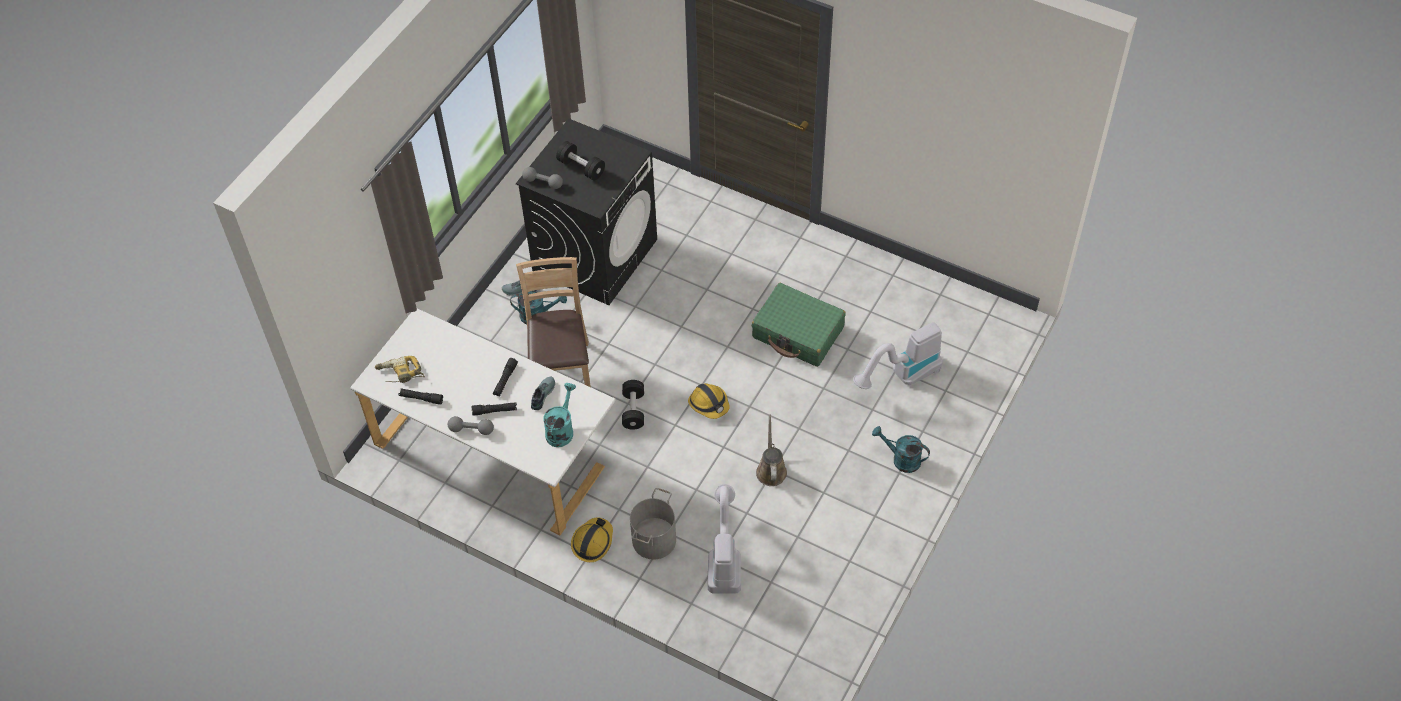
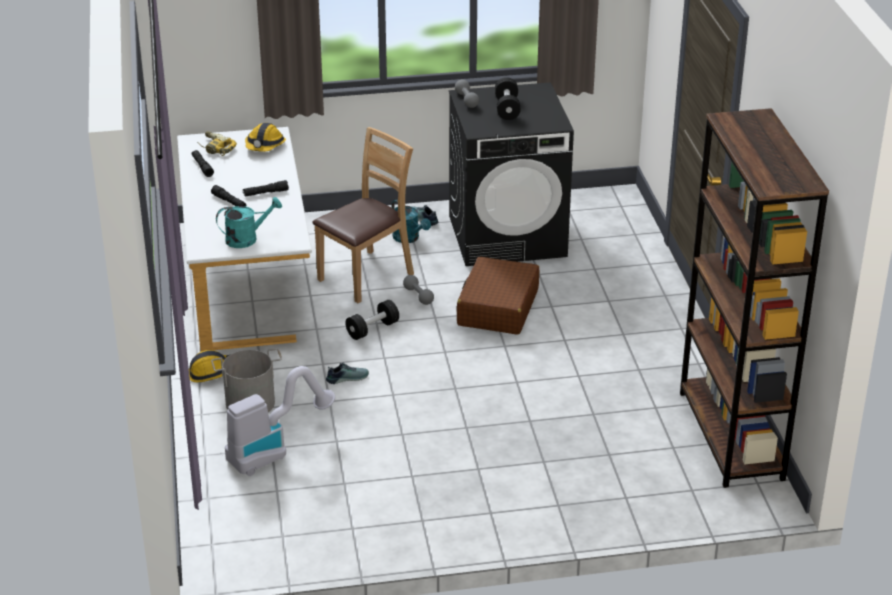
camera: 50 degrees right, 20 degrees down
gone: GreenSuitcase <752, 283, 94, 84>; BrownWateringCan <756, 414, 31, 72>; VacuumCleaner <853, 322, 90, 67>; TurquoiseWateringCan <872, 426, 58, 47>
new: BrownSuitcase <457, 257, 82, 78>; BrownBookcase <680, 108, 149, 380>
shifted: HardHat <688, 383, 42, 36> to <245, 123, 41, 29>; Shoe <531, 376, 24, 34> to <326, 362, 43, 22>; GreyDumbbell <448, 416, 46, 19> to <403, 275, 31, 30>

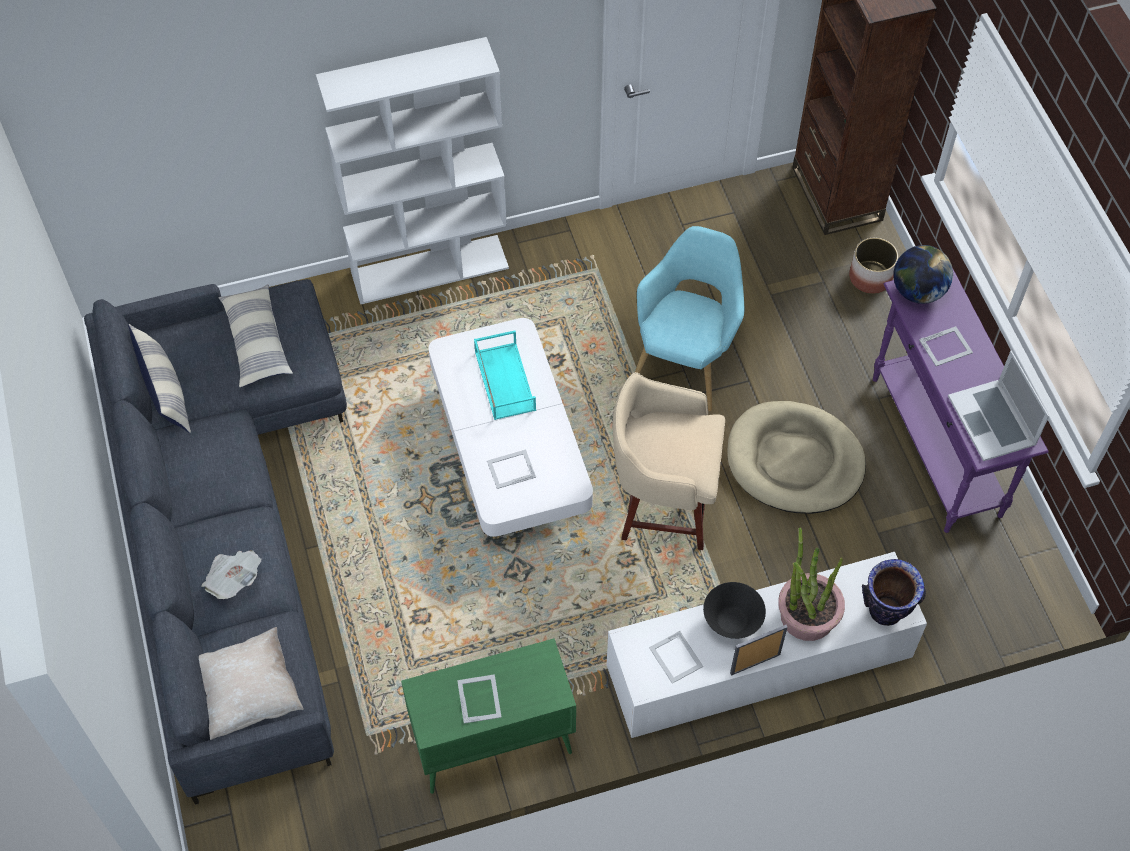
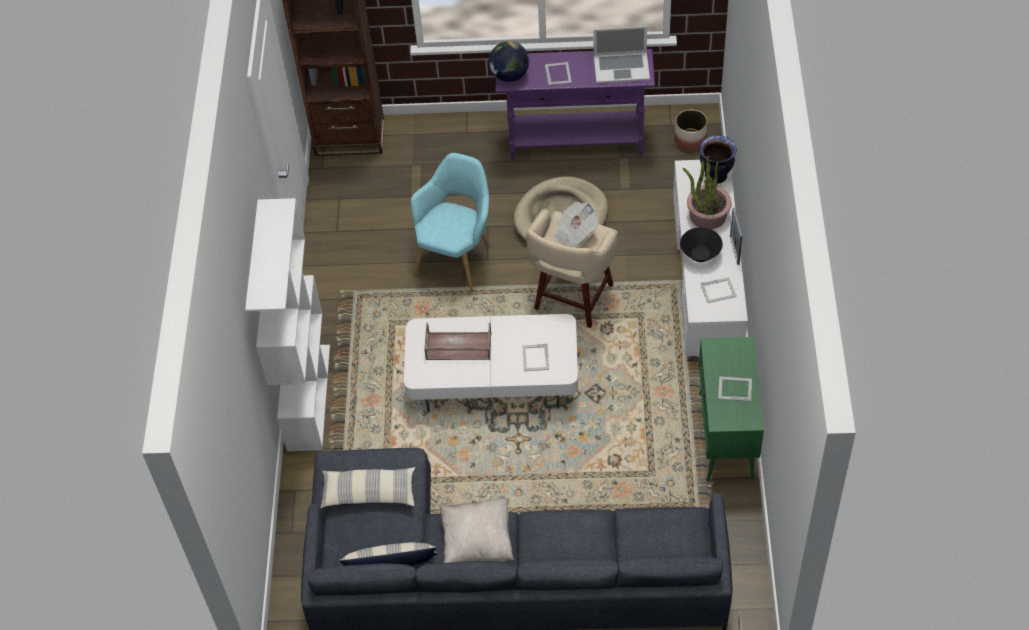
camera: 70 degrees left, 5 degrees down
shifted: BeigePillow <199, 627, 105, 113> to <439, 498, 75, 65>; Newspaper <202, 550, 59, 49> to <553, 202, 46, 46>; Planter <849, 238, 49, 56> to <674, 109, 33, 42>
repainted: TurquoiseTray <474, 330, 62, 90> to BrownTray <424, 322, 68, 38>
rotated: TurquoiseArmchair <635, 226, 109, 185> = <411, 153, 79, 140> 75 degrees clockwise

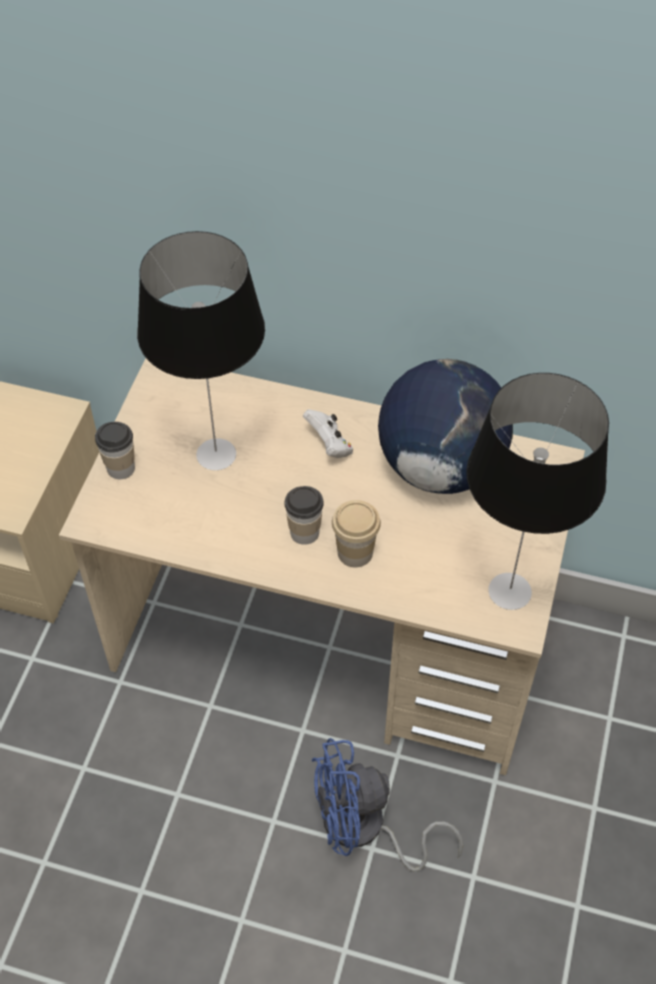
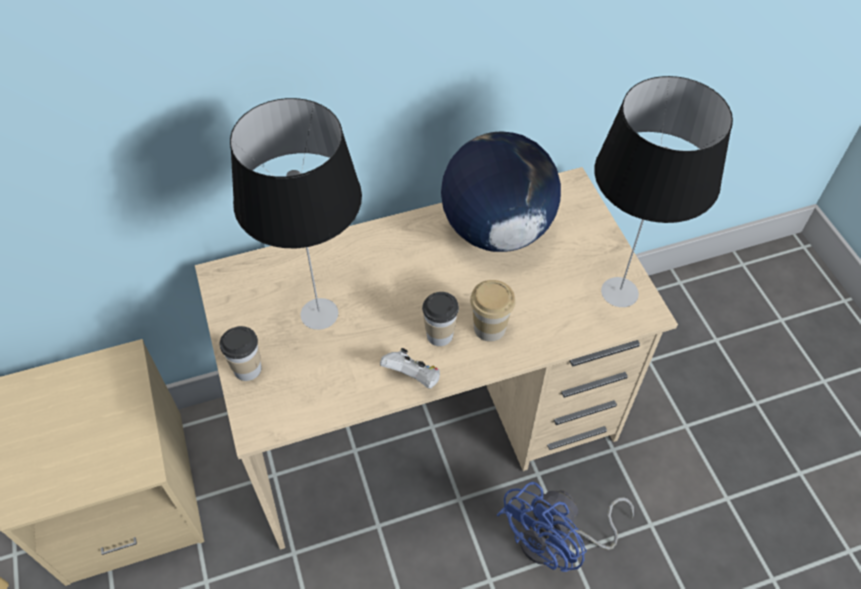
camera: 35 degrees left, 0 degrees up
shifted: WhiteGameController <303, 409, 50, 49> to <380, 348, 60, 41>

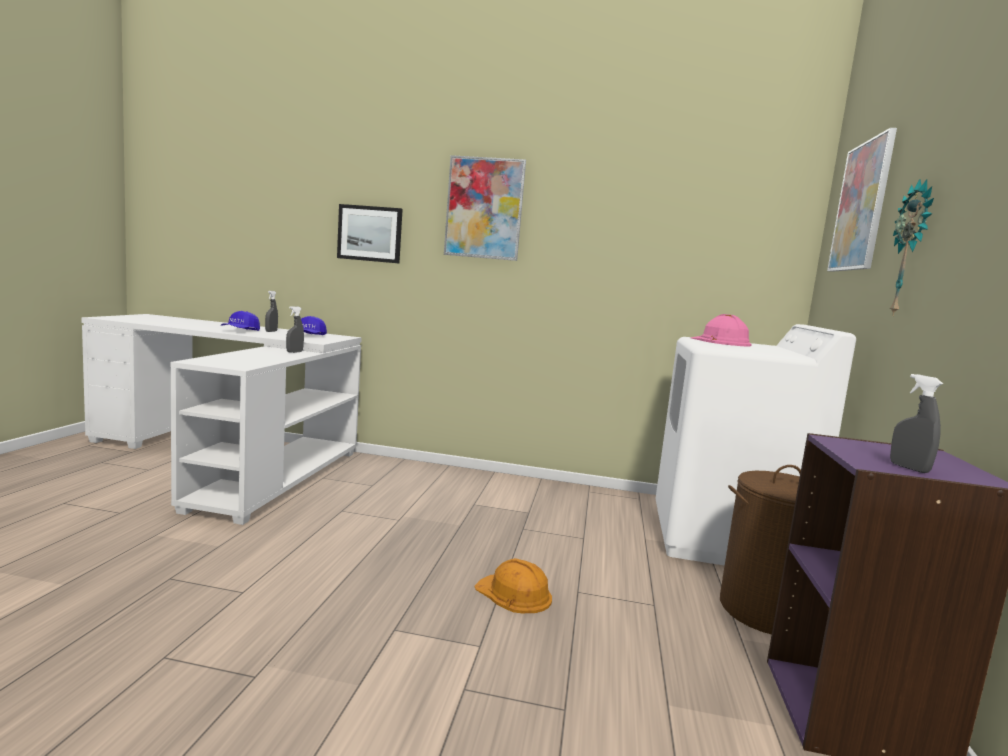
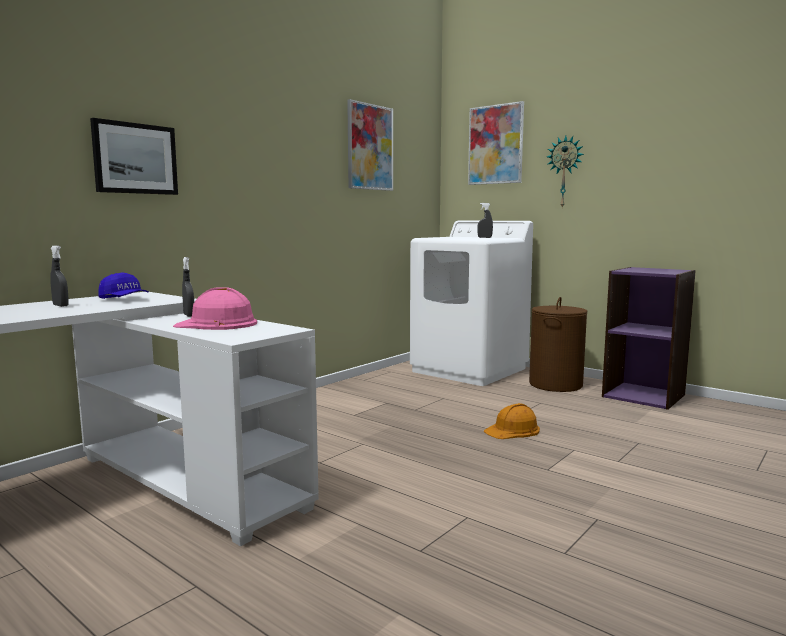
camera: 60 degrees left, 0 degrees up
gone: BlueCap <221, 311, 39, 20>
shifted: PinkHardHat <691, 314, 60, 32> to <173, 288, 84, 42>; Picture <444, 155, 82, 106> to <347, 99, 46, 92>; GreySprayBottle <890, 374, 53, 99> to <477, 203, 16, 35>

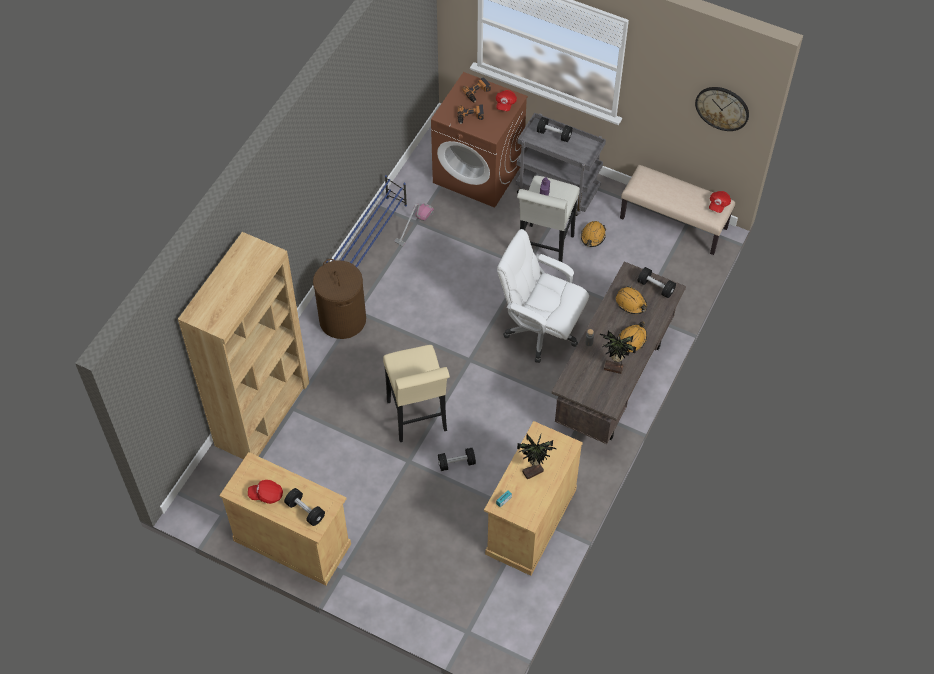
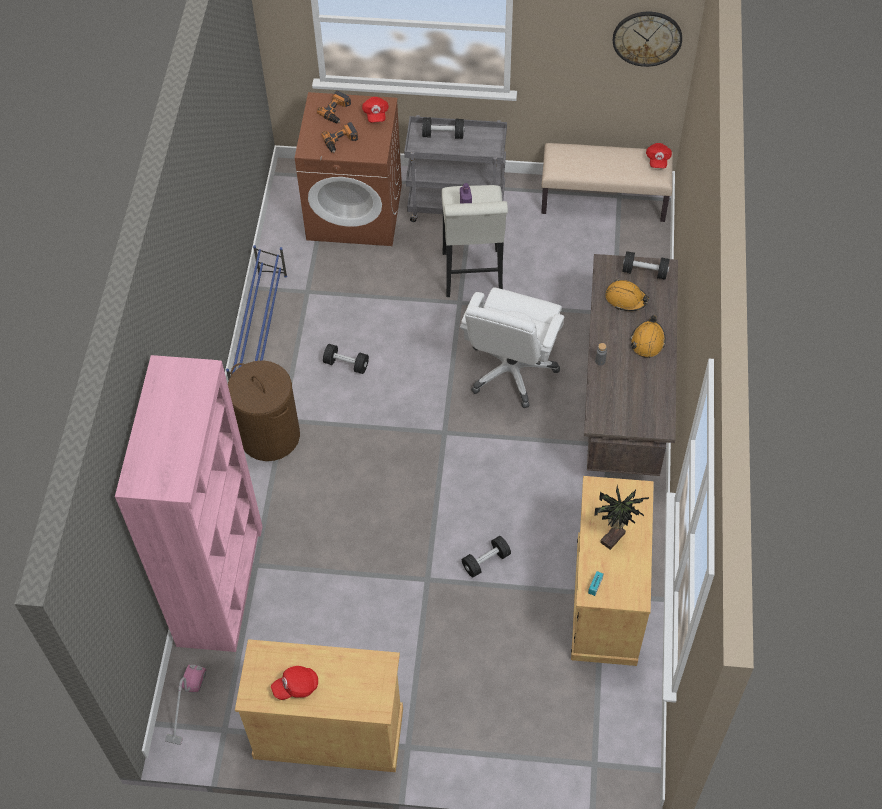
camera: 20 degrees left, 0 degrees up
gone: BeigeStool <383, 345, 67, 97>; OrangeHardHat <581, 221, 25, 26>; PottedPlant <600, 329, 36, 45>
shifted: VacuumCleaner <394, 203, 40, 43> to <165, 665, 41, 80>; BlackDumbbell <284, 488, 41, 38> to <323, 344, 46, 30>
repainted: BrownBookcase <178, 232, 131, 228> to PinkBookcase <115, 355, 148, 297>
rotated: WhiteOfficeChair <497, 229, 92, 134> = <460, 287, 104, 121> 75 degrees counterclockwise

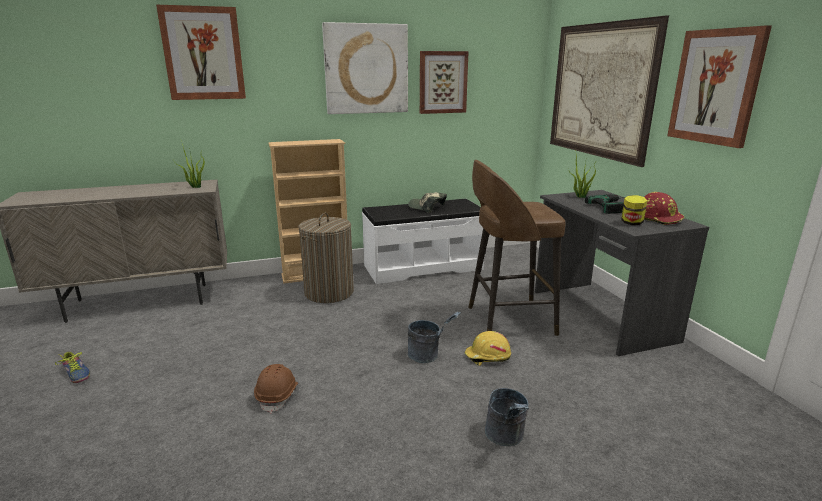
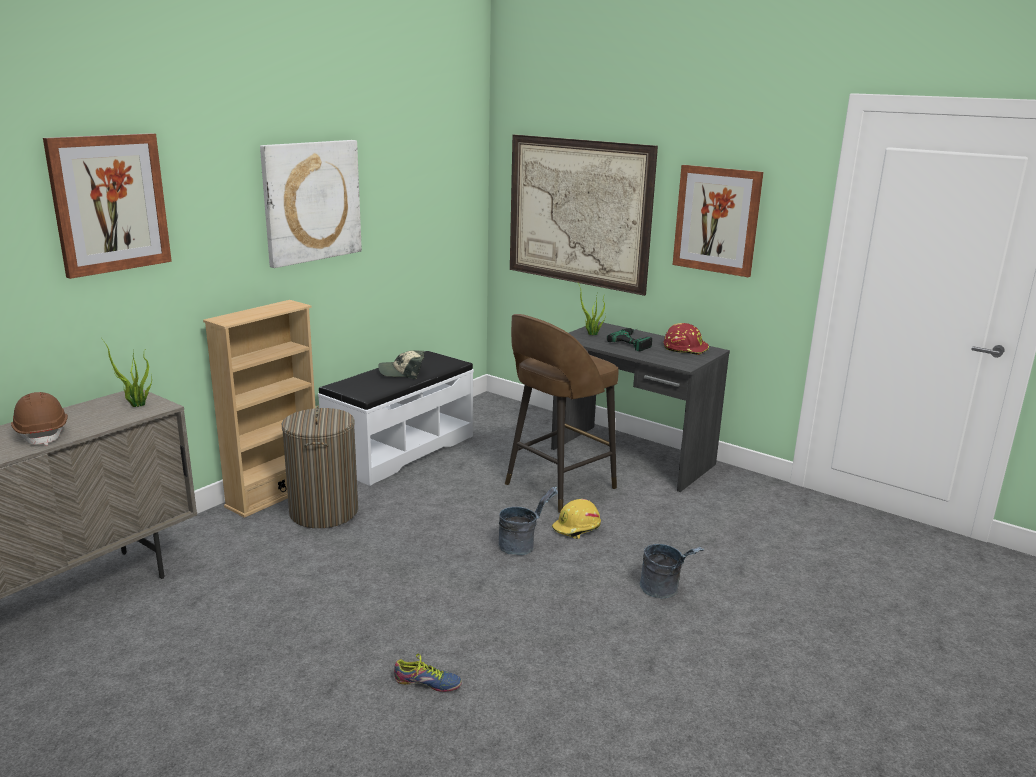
camera: 35 degrees left, 0 degrees up
gone: Picture <420, 51, 49, 63>; Jar <621, 195, 27, 30>
shifted: BrownHardHat <254, 364, 44, 50> to <11, 392, 57, 53>; Shoe <55, 352, 35, 31> to <394, 654, 68, 38>

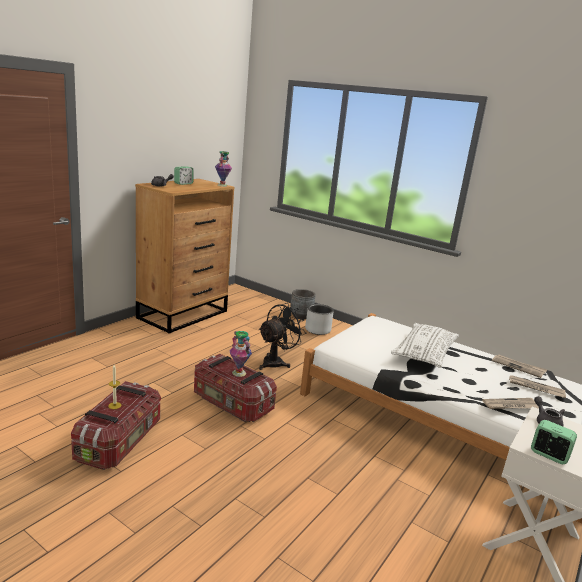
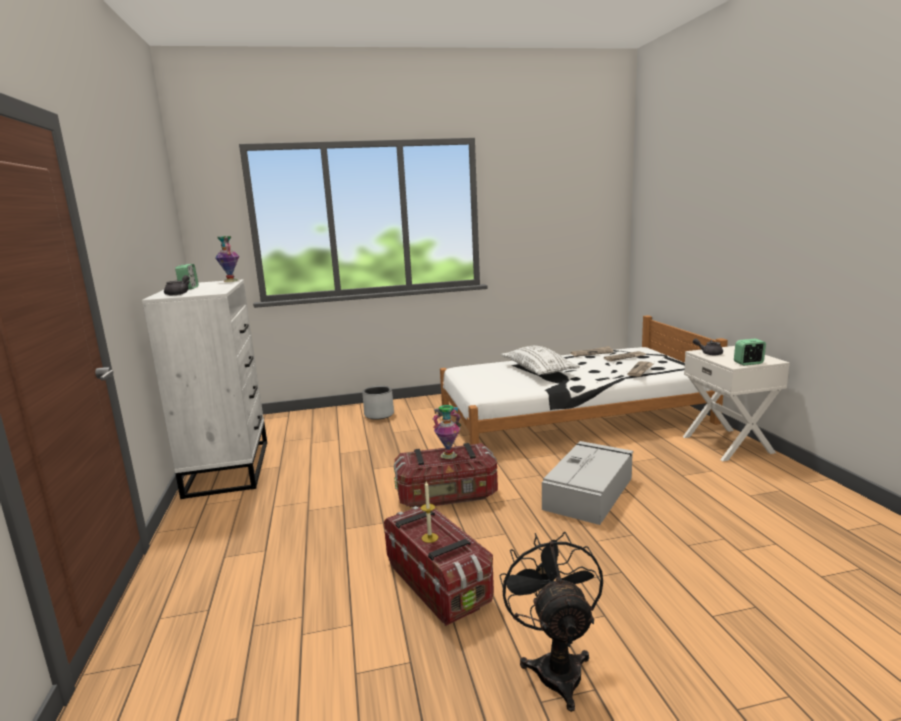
camera: 45 degrees left, 5 degrees down
gone: GreyPlanter <290, 289, 26, 30>
new: GreyStorageBox <542, 441, 91, 84>
shifted: BlackFan <258, 303, 48, 67> to <500, 532, 103, 180>
repainted: BrownDresser <135, 179, 99, 155> to WhiteDresser <142, 279, 125, 220>

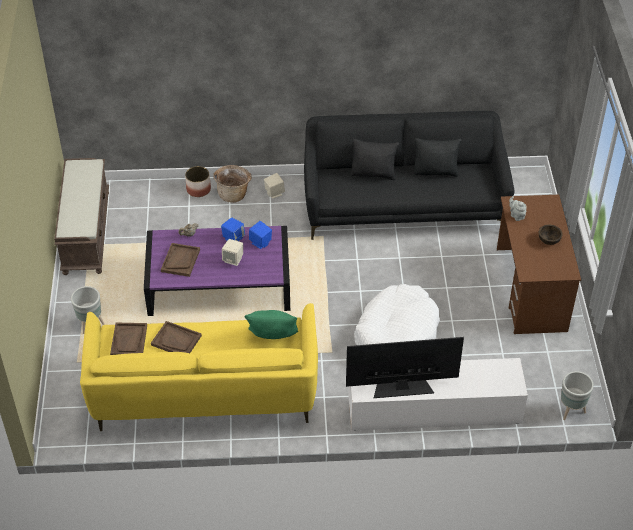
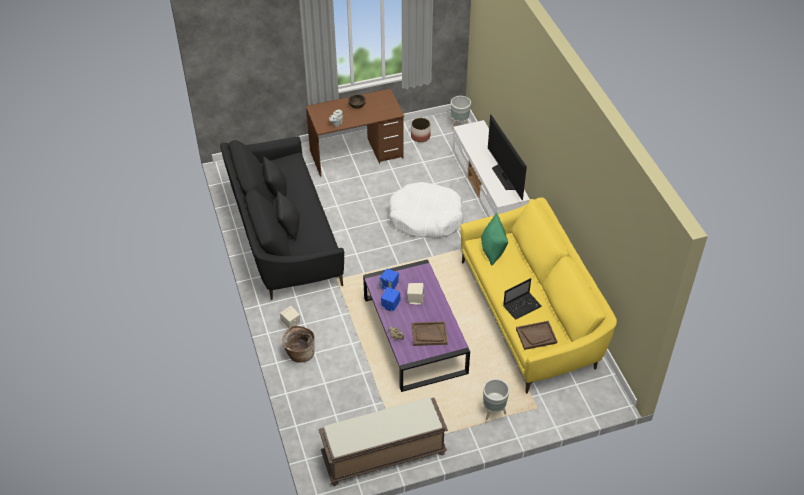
camera: 105 degrees left, 0 degrees up
shifted: Planter <185, 166, 26, 31> to <411, 118, 20, 24>
swapped: BrownTray <151, 321, 51, 32> to Laptop <503, 278, 39, 42>

